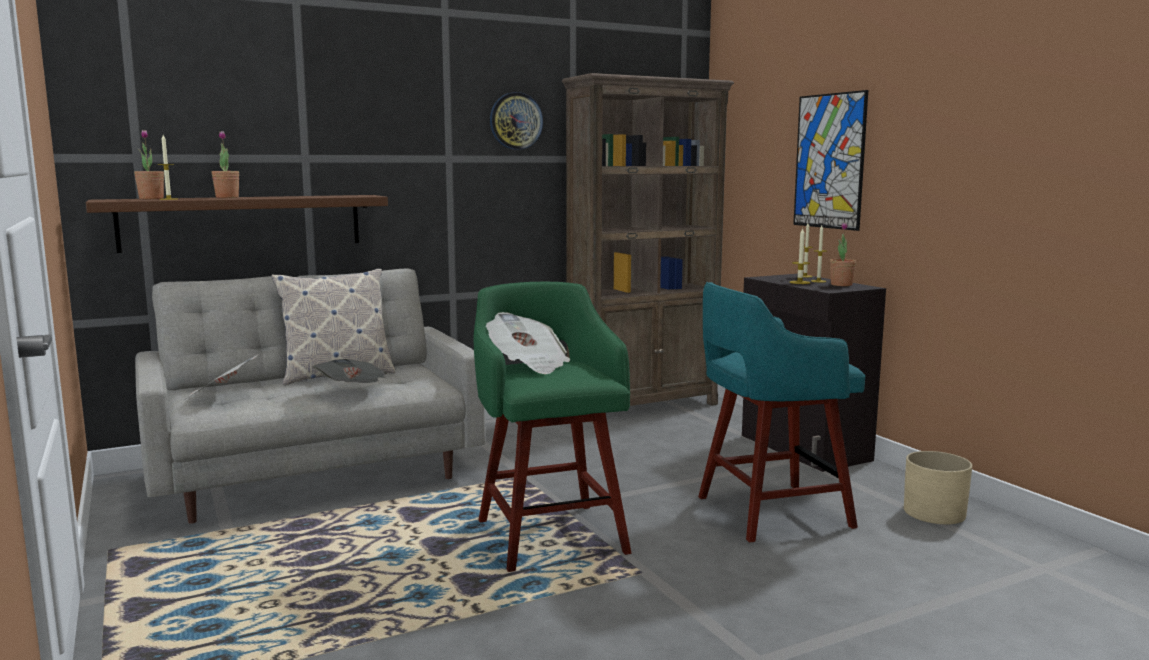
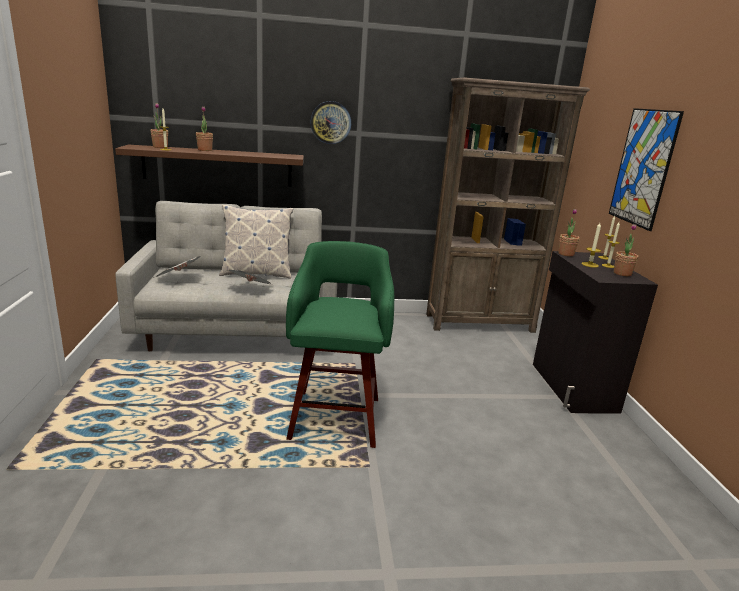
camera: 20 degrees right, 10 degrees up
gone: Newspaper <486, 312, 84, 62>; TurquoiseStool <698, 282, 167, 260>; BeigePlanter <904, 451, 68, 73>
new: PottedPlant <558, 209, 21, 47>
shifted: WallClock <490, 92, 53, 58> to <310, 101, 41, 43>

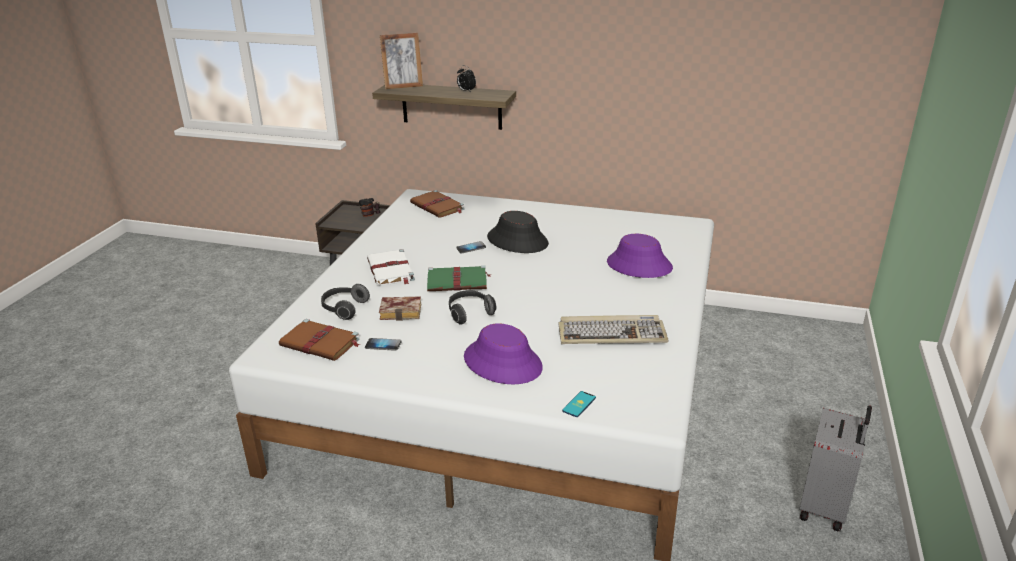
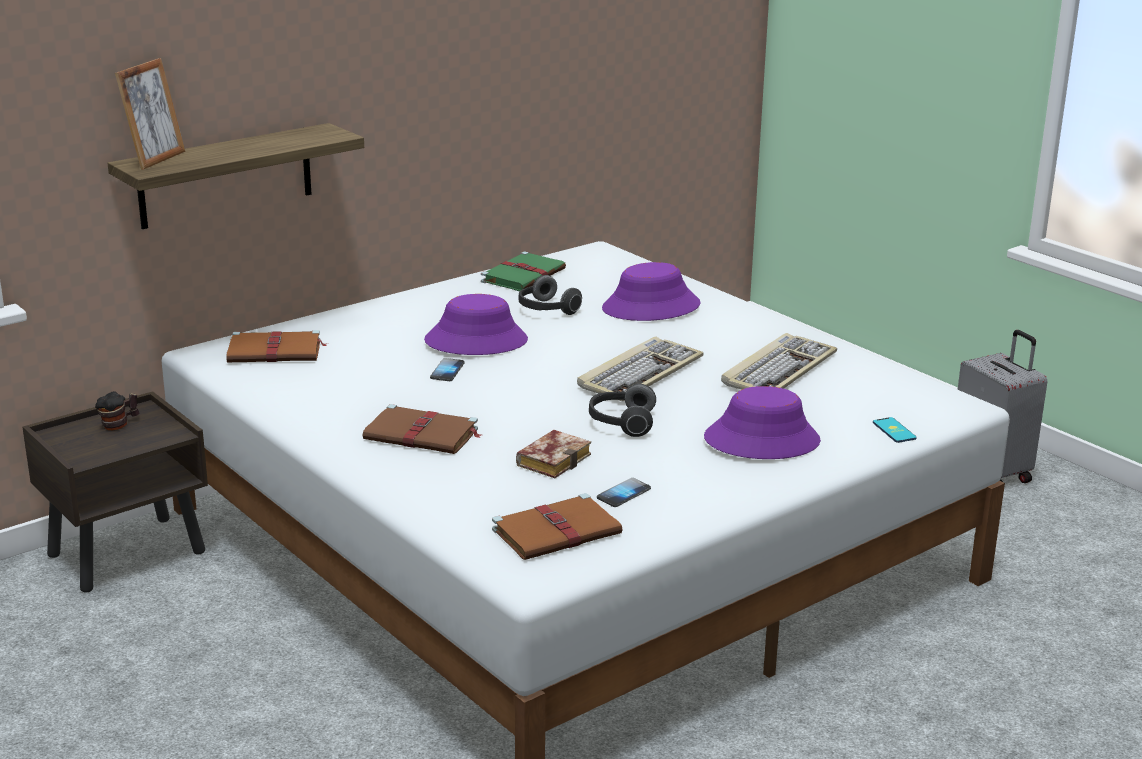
camera: 55 degrees left, 5 degrees down
gone: AlarmClock <457, 65, 19, 27>
new: Keyboard <577, 337, 127, 64>
shifted: GreenBook <427, 265, 65, 26> to <481, 252, 85, 39>; Headphones <321, 284, 49, 36> to <519, 275, 63, 40>
repainted: WhiteBook <367, 249, 48, 37> to BrownBook <363, 404, 118, 50>; BlackHat <487, 211, 62, 42> to PurpleHat <424, 294, 104, 61>

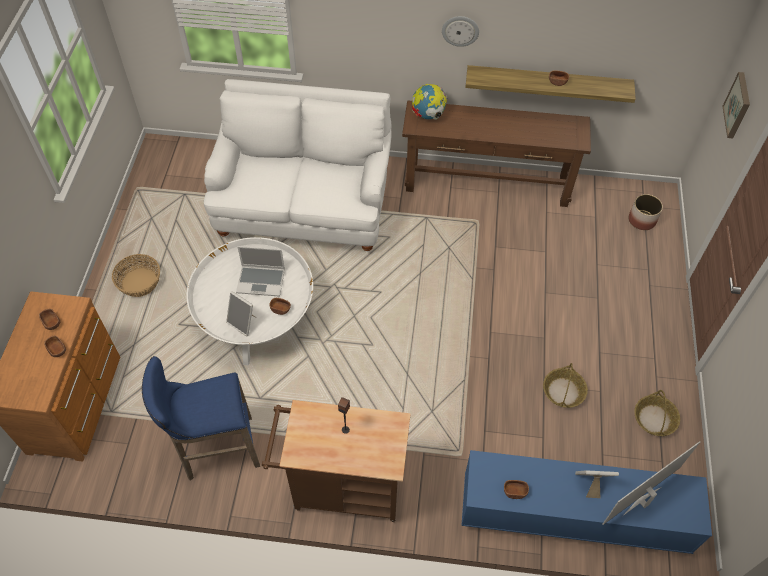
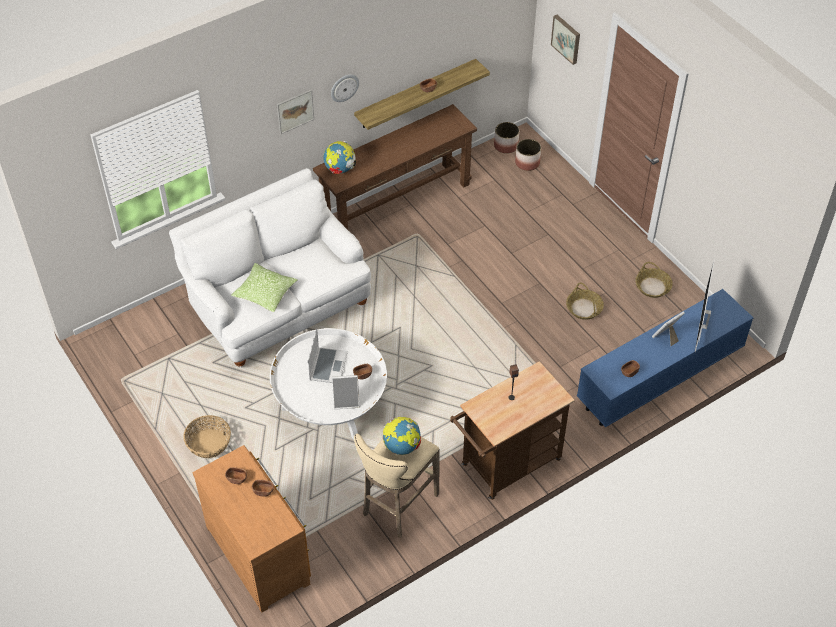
camera: 40 degrees left, 5 degrees down
new: Pillow <231, 263, 67, 49>; Picture <277, 90, 37, 44>; Globe <383, 417, 38, 38>; Planter <494, 122, 25, 32>
repainted: BlueStool <142, 356, 118, 125> to BeigeStool <354, 434, 85, 104>
rotated: Laptop <236, 246, 49, 51> = <308, 329, 40, 54> 45 degrees counterclockwise

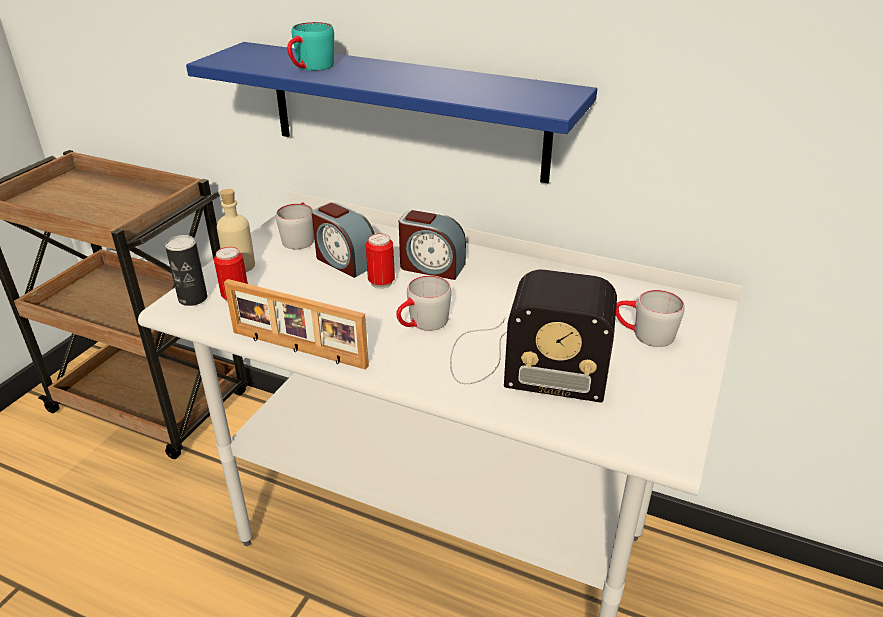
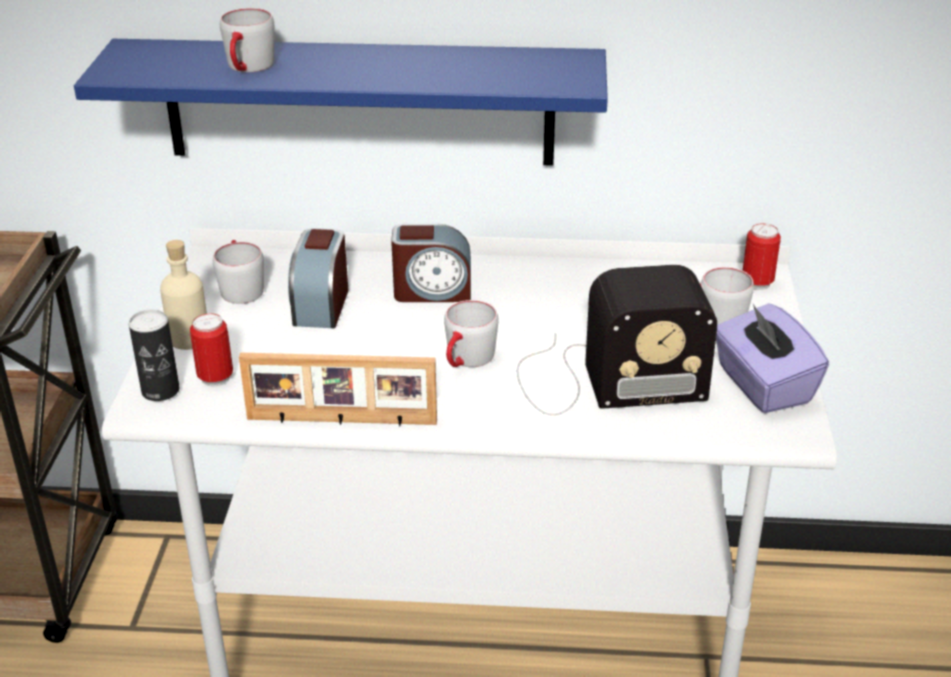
camera: 20 degrees left, 0 degrees up
new: PurpleTissueBox <716, 303, 113, 110>
shifted: Can <366, 233, 29, 56> to <742, 223, 39, 67>
repainted: TurquoiseMug <287, 22, 47, 49> to GreyMug <220, 8, 54, 64>
rotated: AlarmClock <312, 202, 63, 76> = <288, 228, 60, 100> 75 degrees clockwise

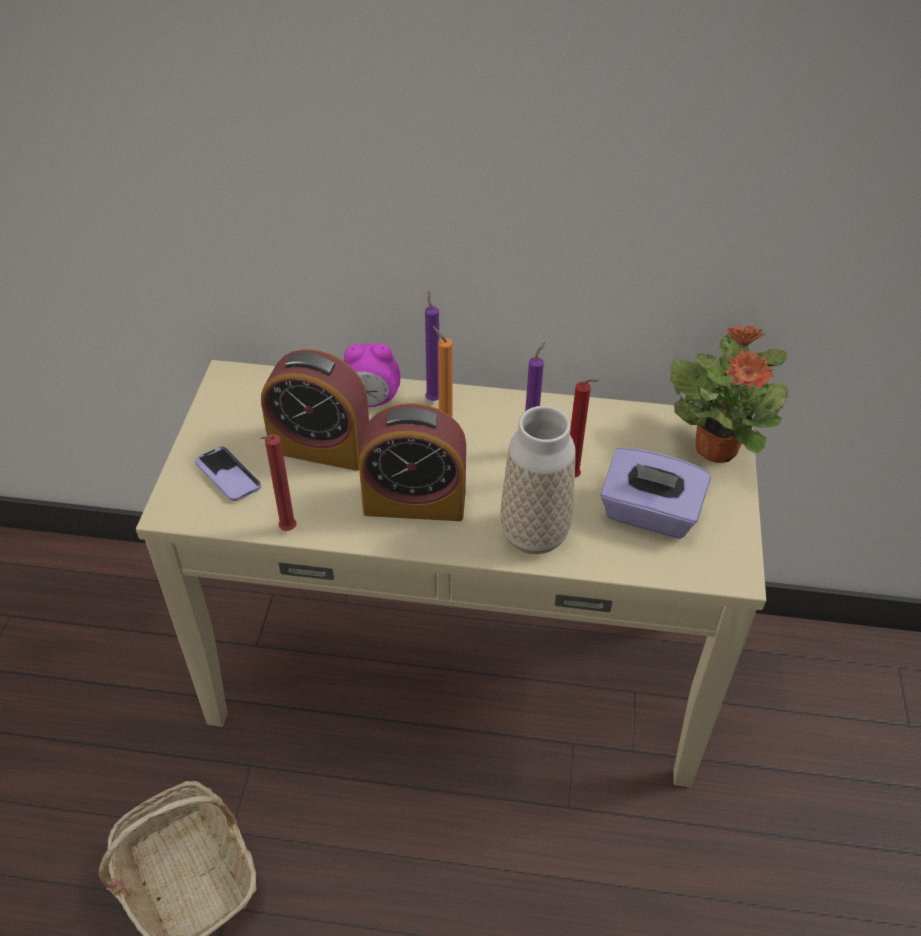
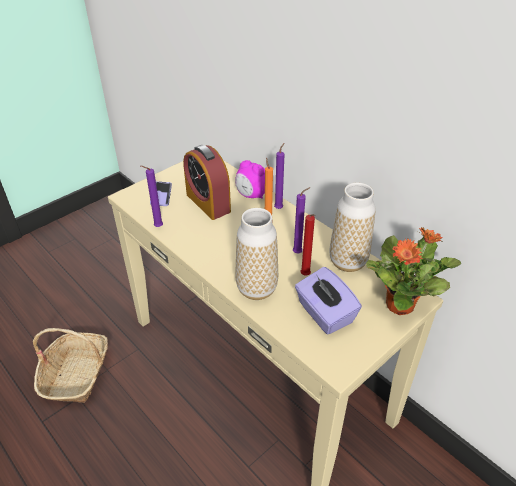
camera: 40 degrees right, 5 degrees down
gone: AlarmClock <359, 403, 107, 118>
new: Vase <329, 183, 47, 89>
repainted: RedCandle <261, 434, 36, 97> to PurpleCandle <141, 165, 22, 62>

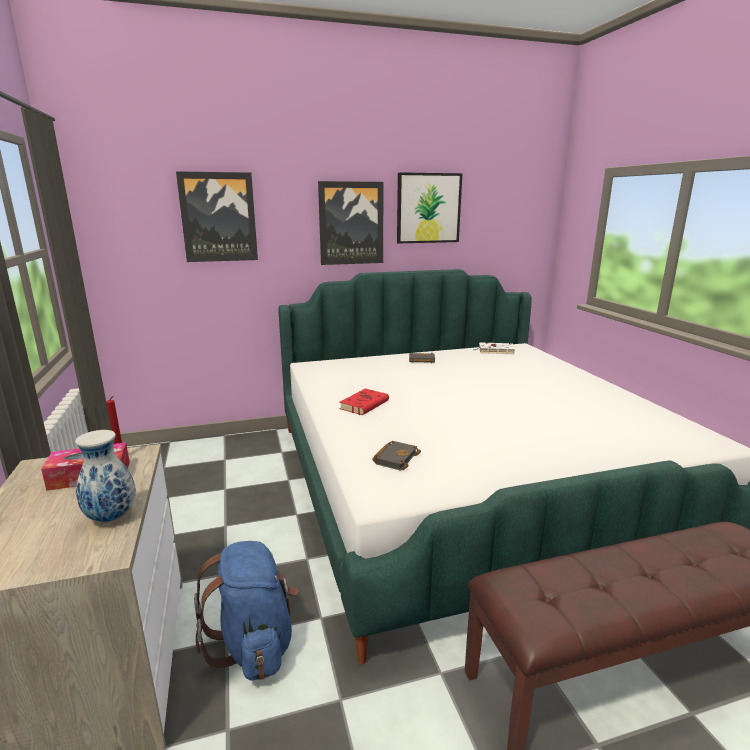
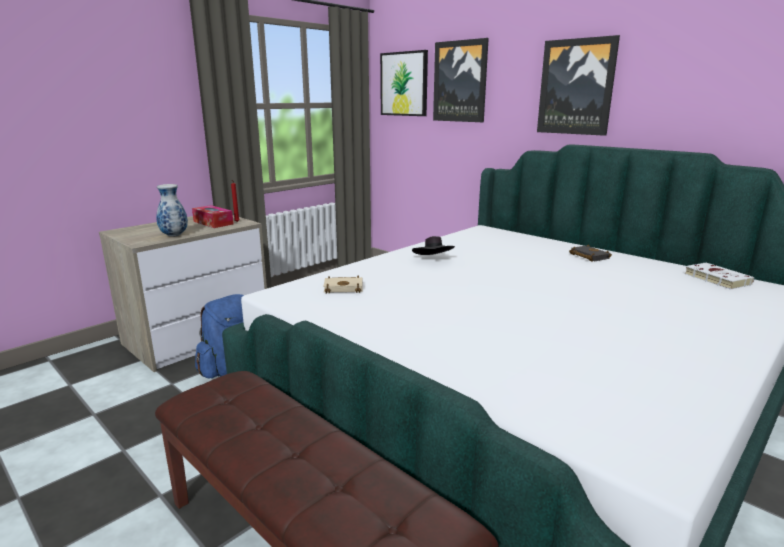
camera: 60 degrees right, 0 degrees up
shifted: Picture <397, 172, 65, 71> to <380, 50, 48, 66>
swapped: RedBook <339, 389, 50, 26> to BlackHat <412, 236, 43, 19>
repainted: BlackBook <372, 441, 49, 30> to BeigeBook <323, 276, 39, 17>

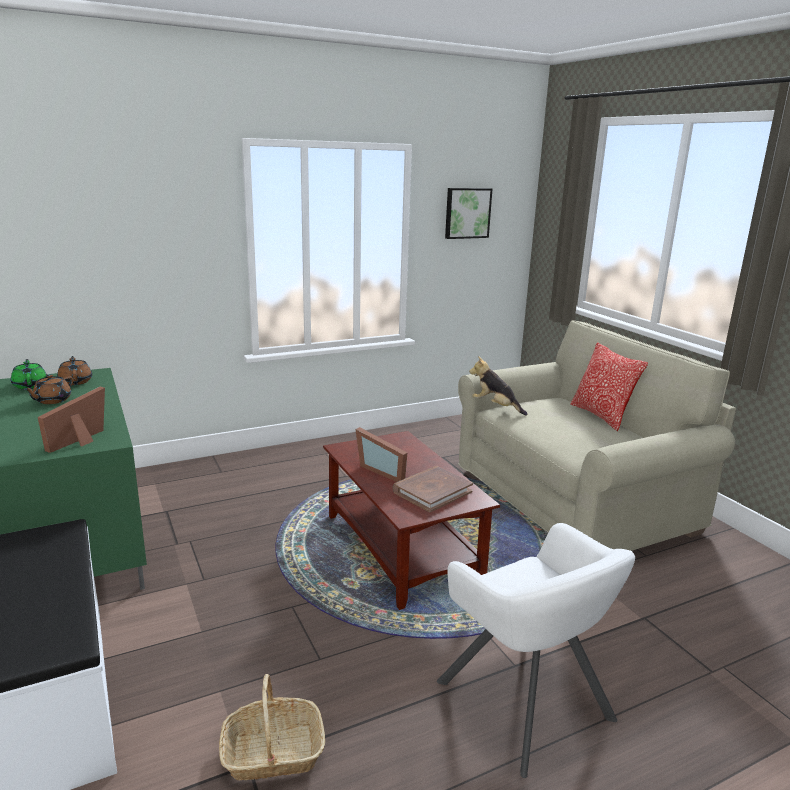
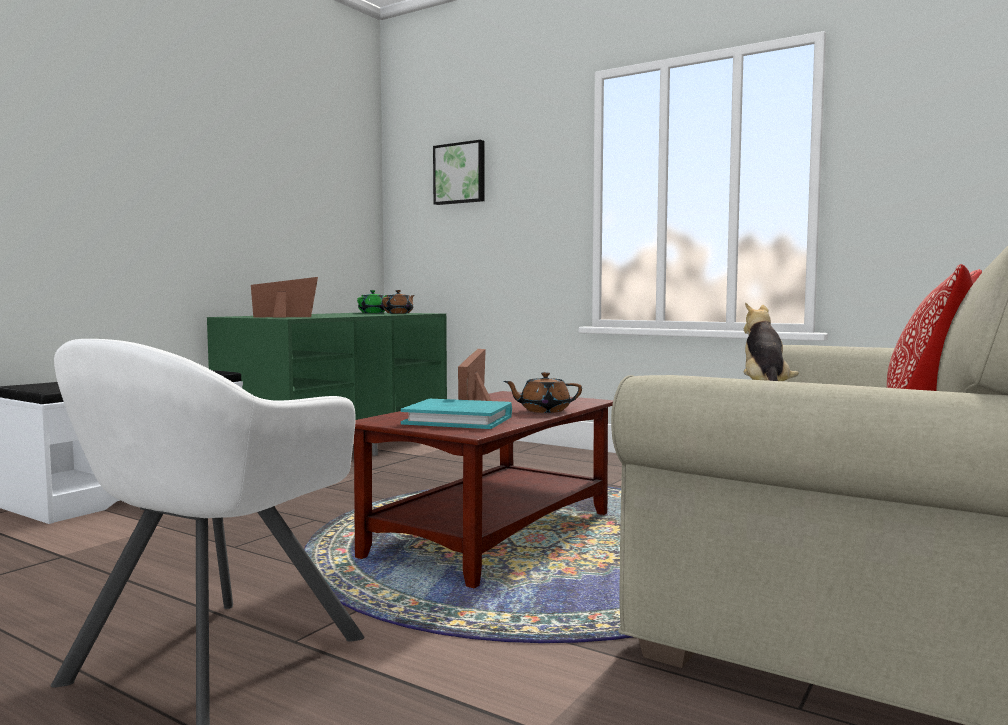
camera: 60 degrees right, 15 degrees down
gone: Basket <219, 674, 106, 106>
shifted: Picture <445, 188, 48, 51> to <433, 140, 52, 65>; BrownTeapot <24, 374, 49, 30> to <504, 372, 78, 41>
repainted: BrownBook <393, 466, 80, 46> to TurquoiseBook <401, 399, 111, 30>

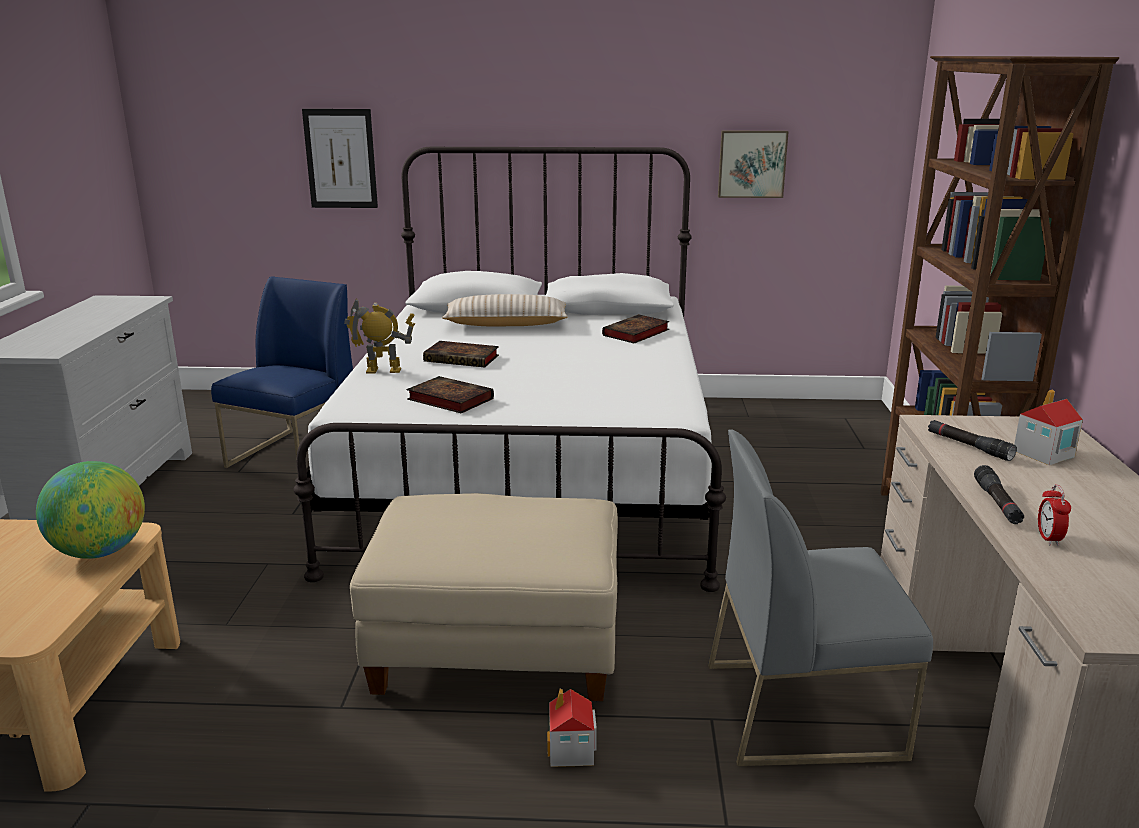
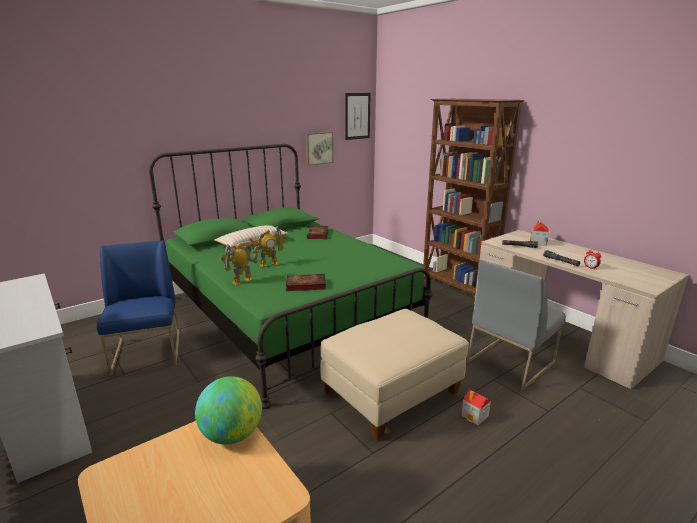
camera: 40 degrees left, 0 degrees up
shifted: Picture <302, 109, 76, 99> to <345, 93, 26, 47>
swapped: Book <423, 341, 76, 27> to ToyRobot <249, 226, 37, 42>
repainted: WhiteBed <293, 147, 433, 445> to GreenBed <149, 144, 284, 265>

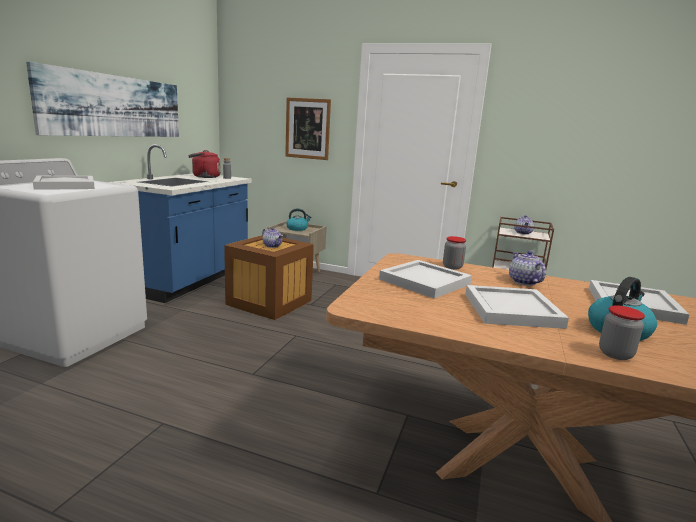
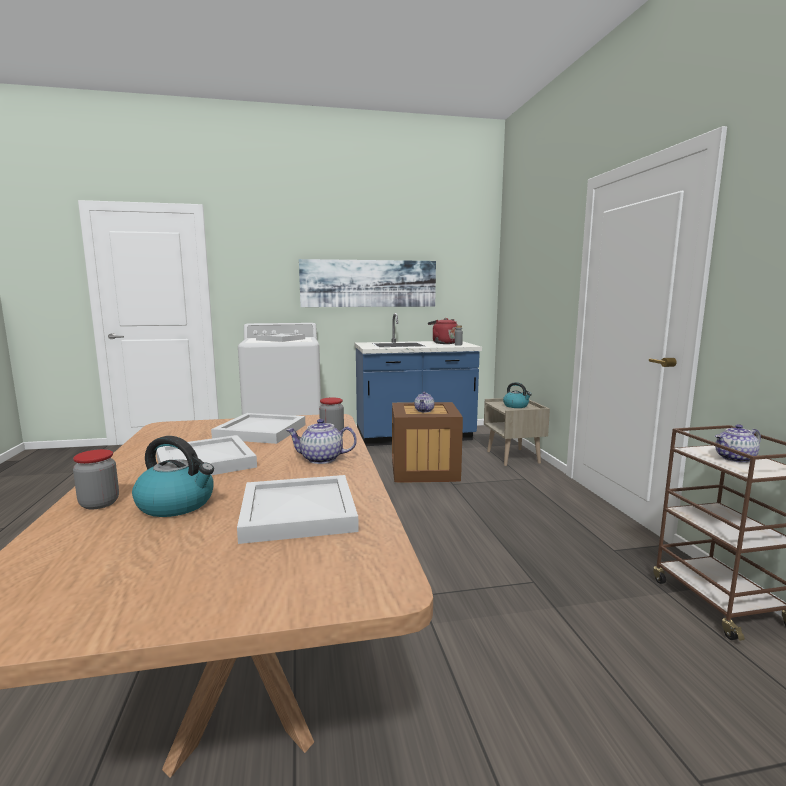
camera: 60 degrees right, 5 degrees down
gone: Picture <285, 98, 46, 62>
rotated: Teapot <509, 251, 37, 35> = <286, 419, 71, 45> 135 degrees counterclockwise

